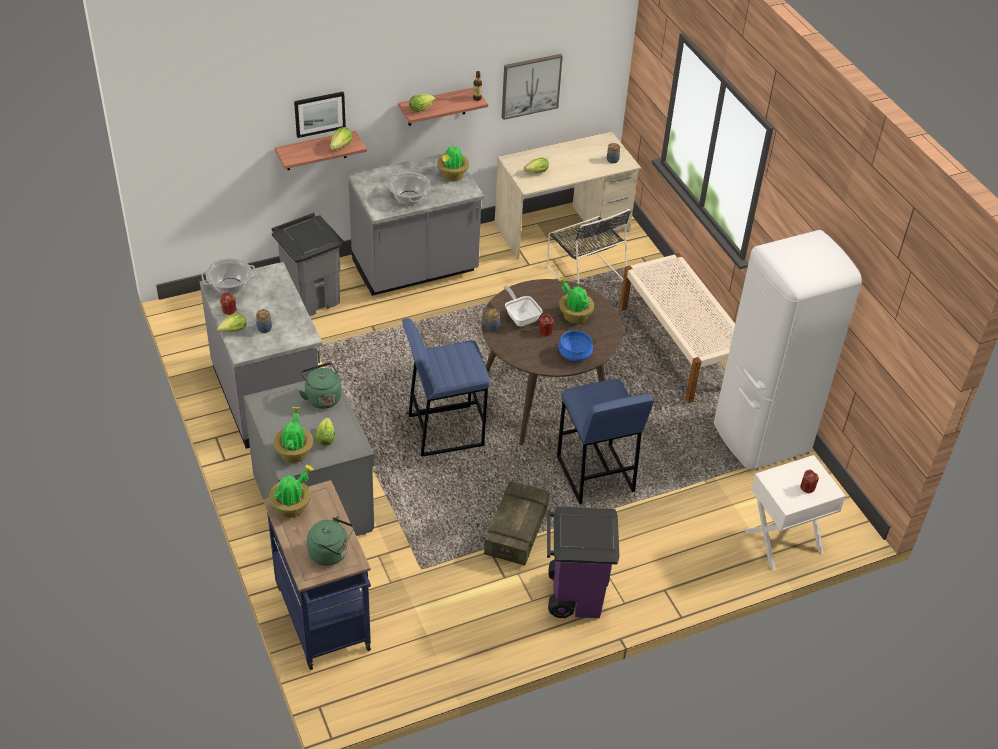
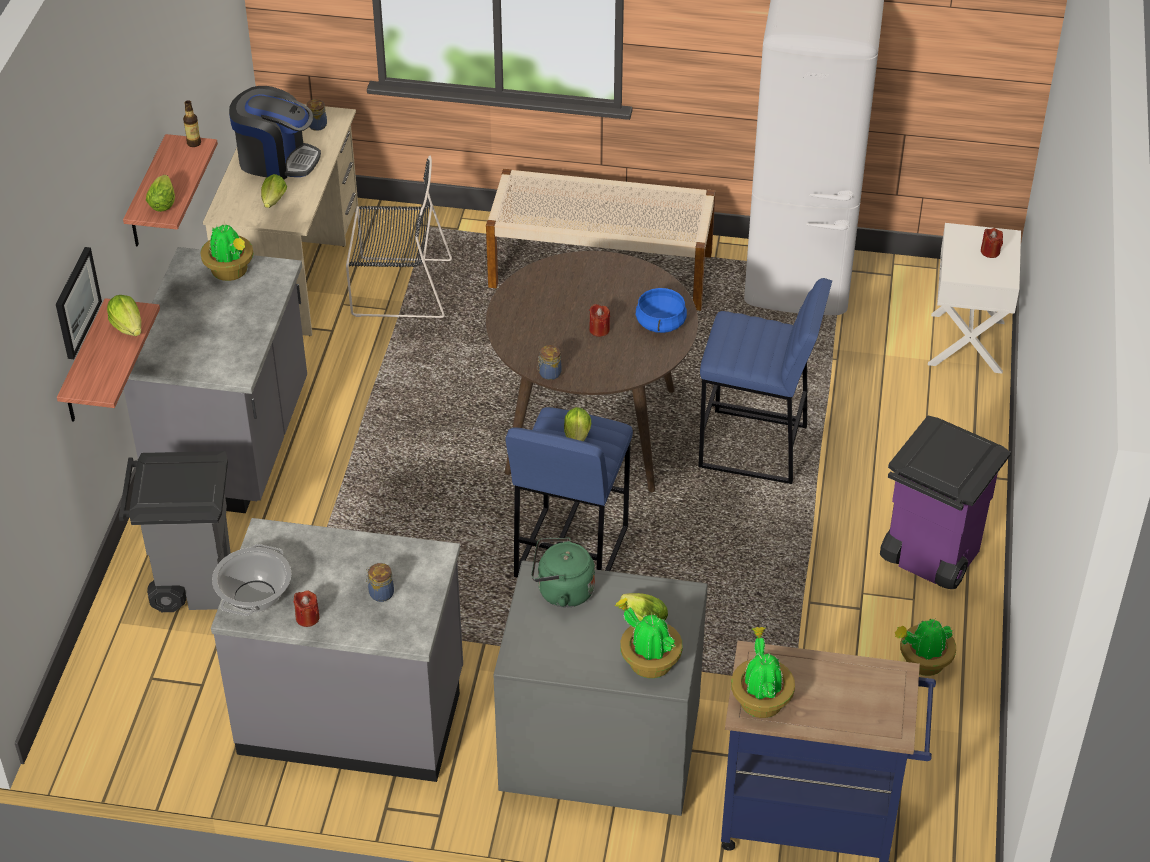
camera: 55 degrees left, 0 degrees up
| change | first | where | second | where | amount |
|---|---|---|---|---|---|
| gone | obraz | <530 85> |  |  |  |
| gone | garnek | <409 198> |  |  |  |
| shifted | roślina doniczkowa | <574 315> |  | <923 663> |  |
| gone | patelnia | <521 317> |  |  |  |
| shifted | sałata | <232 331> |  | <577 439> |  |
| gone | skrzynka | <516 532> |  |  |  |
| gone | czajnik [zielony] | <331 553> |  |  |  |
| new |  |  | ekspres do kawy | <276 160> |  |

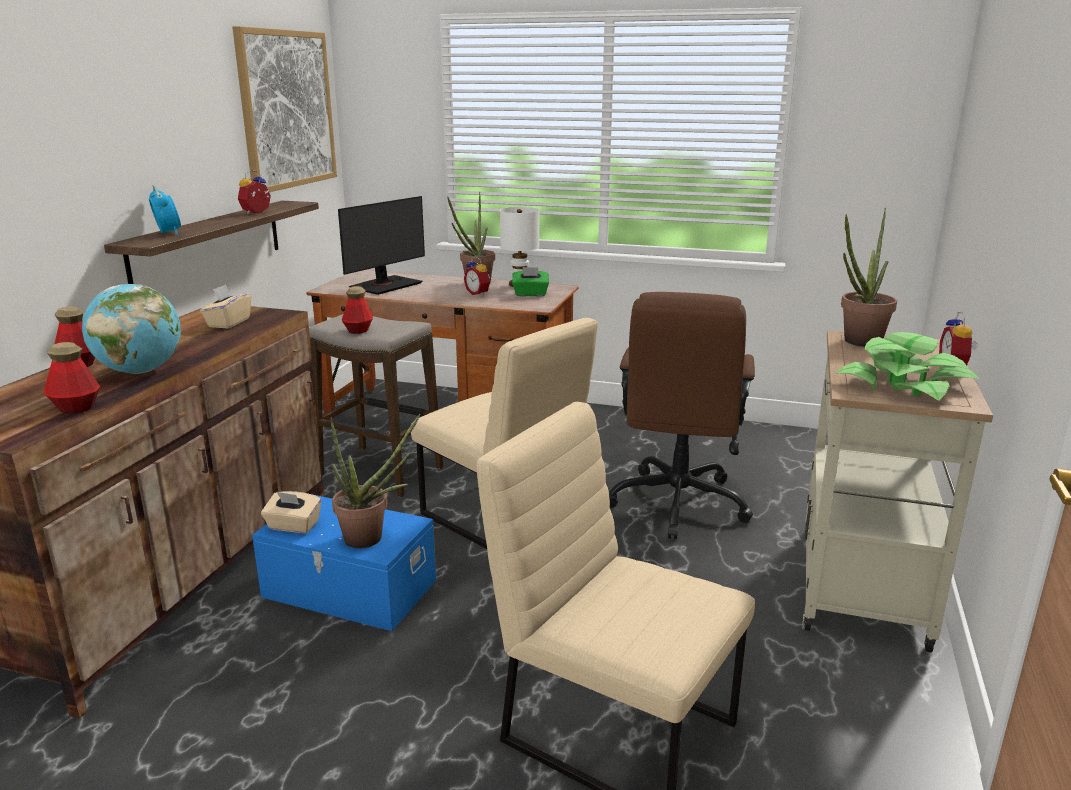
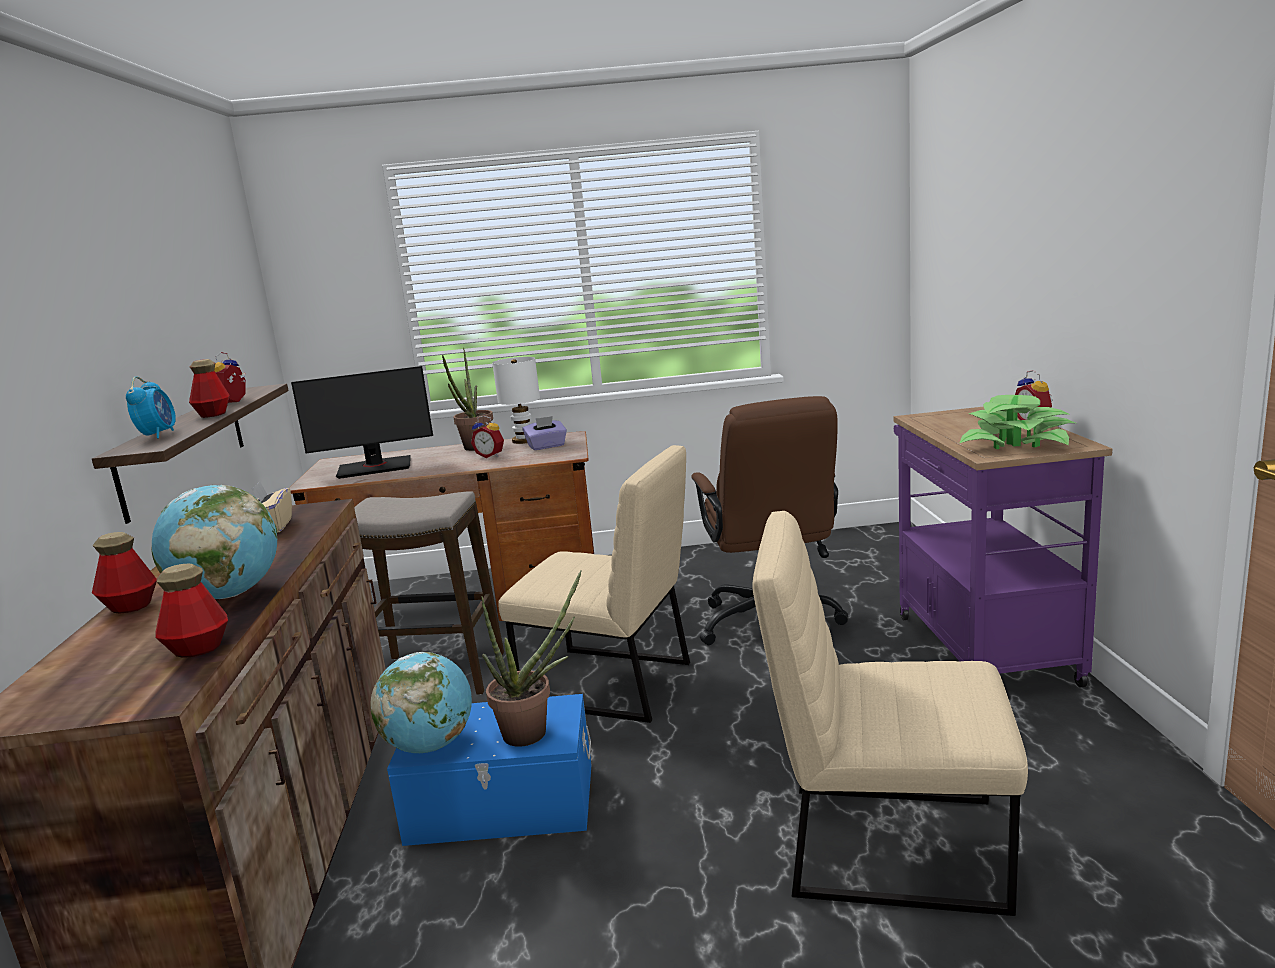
camera: 20 degrees left, 5 degrees down
| change | first | where | second | where | amount |
|---|---|---|---|---|---|
| gone | obraz | <287 109> |  |  |  |
| rotated | budzik | <168 233> |  | <158 435> | 45 degrees clockwise |
| rotated | monitor | <385 285> |  | <375 467> | 60 degrees clockwise |
| gone | roślina doniczkowa | <858 343> |  |  |  |
| repainted | pudełko chusteczek [zielony] | <530 294> | pudełko chusteczek [fioletowy] | <546 446> |  |
| shifted | butelka | <358 330> |  | <213 414> |  |
| repainted | wózek [beżowy] | <860 582> | wózek [fioletowy] | <981 647> |  |
| swapped | pudełko chusteczek [beżowy] | <293 526> | globus | <430 745> |  |

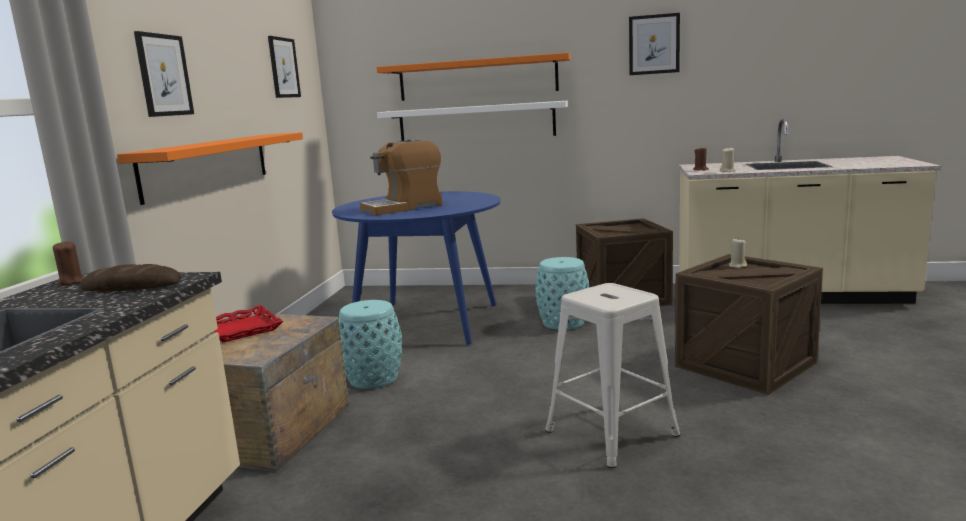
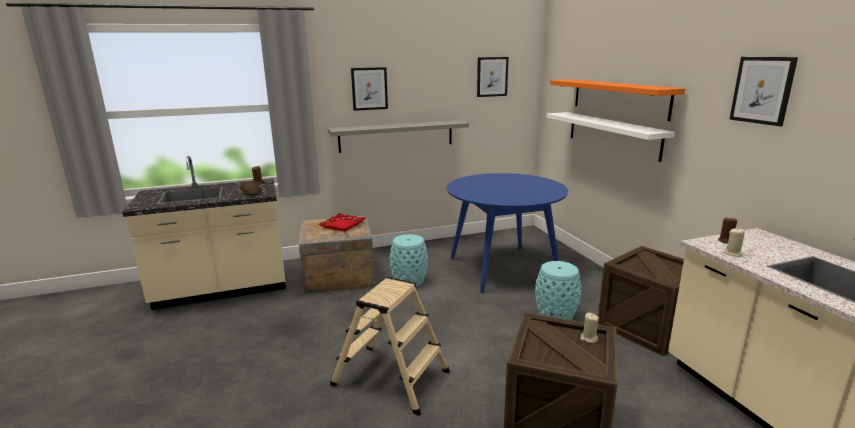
camera: 60 degrees right, 5 degrees up
| change | first | where | second | where | amount |
|---|---|---|---|---|---|
| repainted | półka [pomarańczowy] | <208 165> | półka [szary] | <396 136> |  |
| gone | ekspres do kawy | <403 207> |  |  |  |
| swapped | stołek [biały] | <611 433> | drabinka [beżowy] | <390 378> |  |

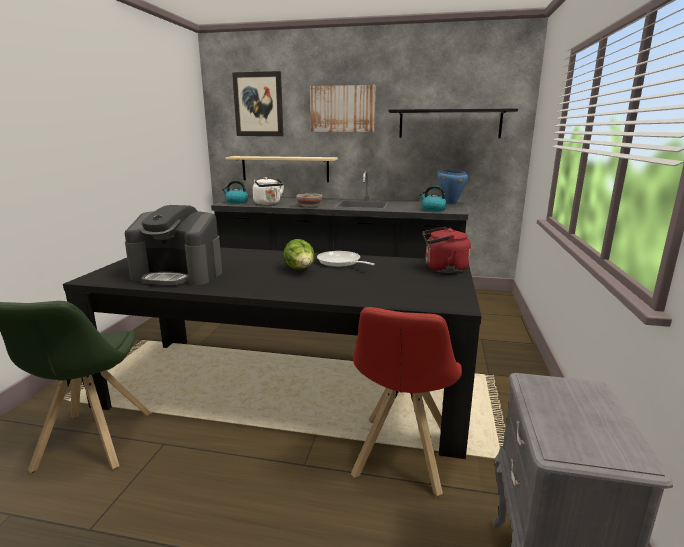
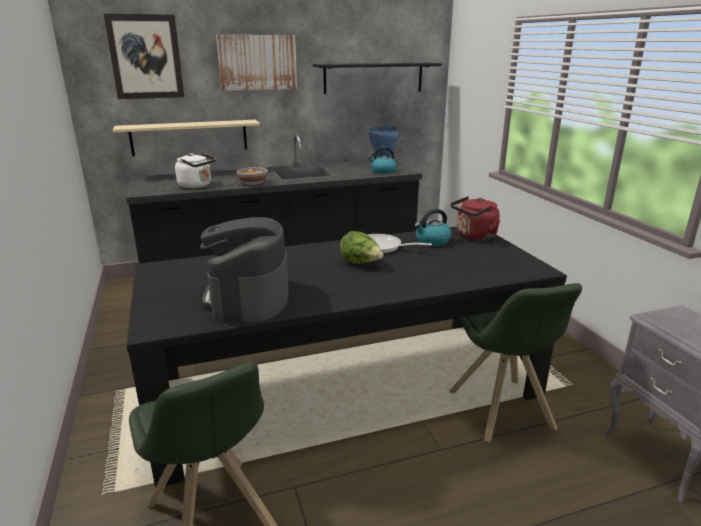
camera: 30 degrees left, 5 degrees up
| change | first | where | second | where | amount |
|---|---|---|---|---|---|
| shifted | czajnik | <236 202> |  | <432 241> |  |
| rotated | ekspres do kawy | <179 274> |  | <248 298> | 105 degrees clockwise |
| repainted | krzesło [czerwony] | <402 454> | krzesło [zielony] | <501 410> |  |

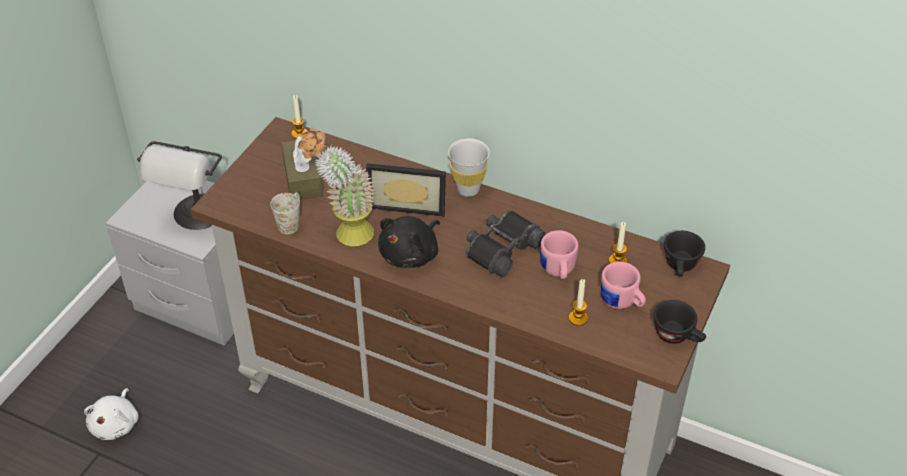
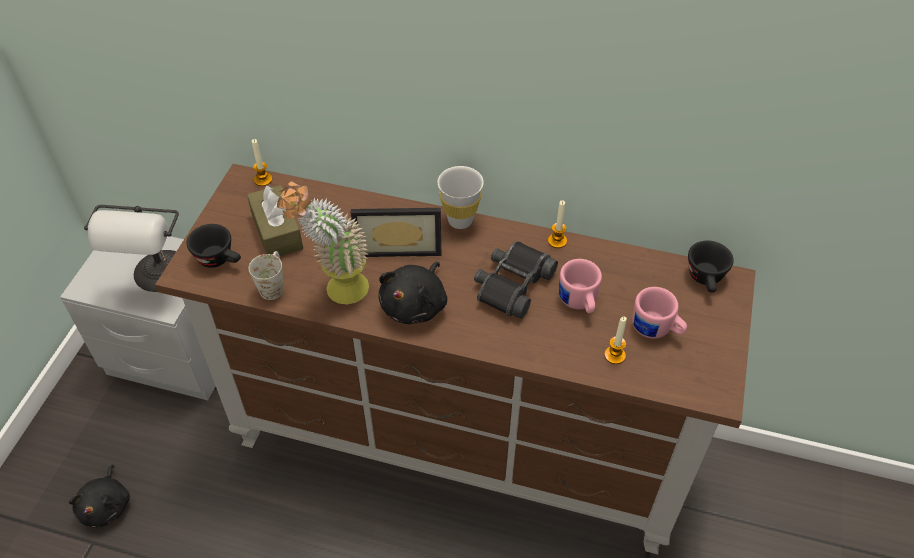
camera: 10 degrees left, 5 degrees up
| change | first | where | second | where | amount |
|---|---|---|---|---|---|
| shifted | świeca | <617 261> |  | <557 241> |  |
| shifted | filiżanka [czarny] | <678 336> |  | <220 259> |  |
| repainted | pluszak [biały] | <116 424> | pluszak [czarny] | <107 505> |  |

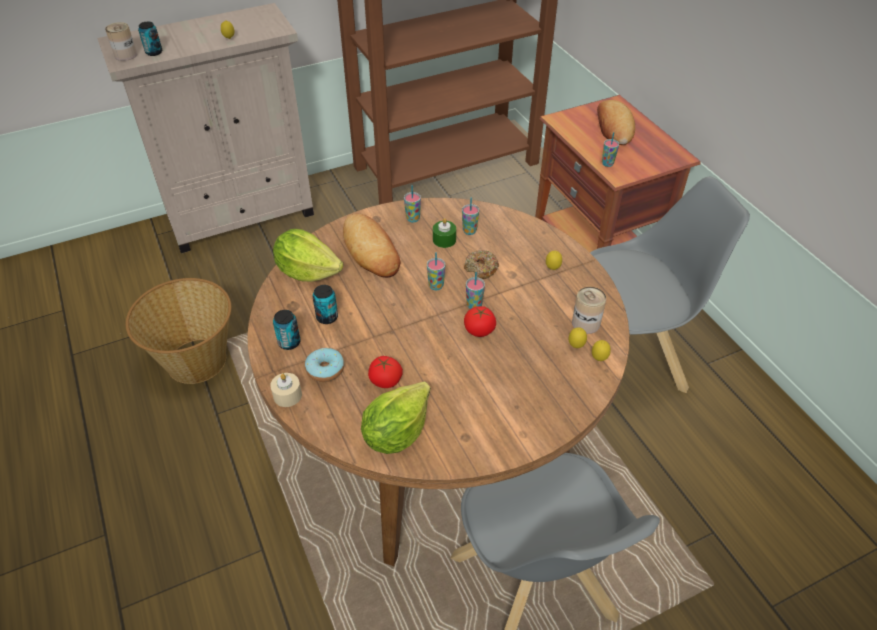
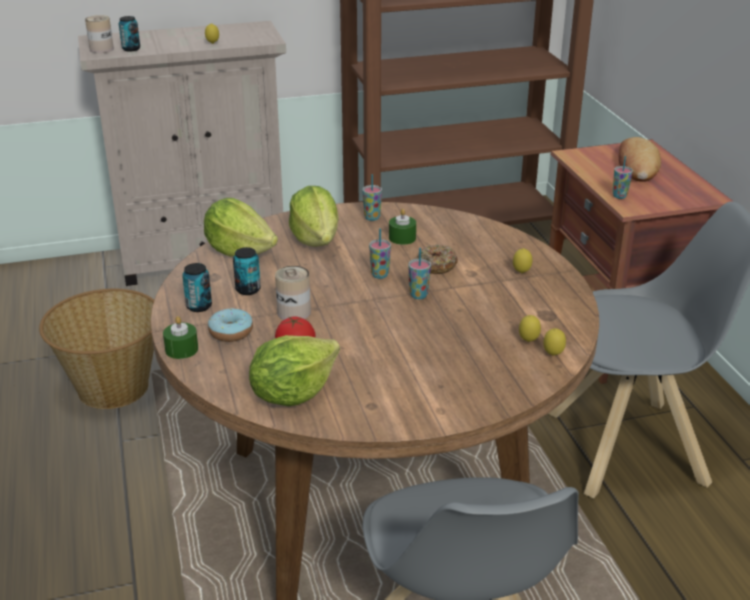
camera: 10 degrees right, 15 degrees down
| change | first | where | second | where | amount |
|---|---|---|---|---|---|
| gone | filiżanka | <469 231> |  |  |  |
| swapped | chleb | <371 250> | sałata | <316 239> |  |
| shifted | puszka | <586 323> |  | <294 312> |  |
| gone | pomidor | <479 330> |  |  |  |
| repainted | świeca [beżowy] | <287 395> | świeca [zielony] | <181 349> |  |

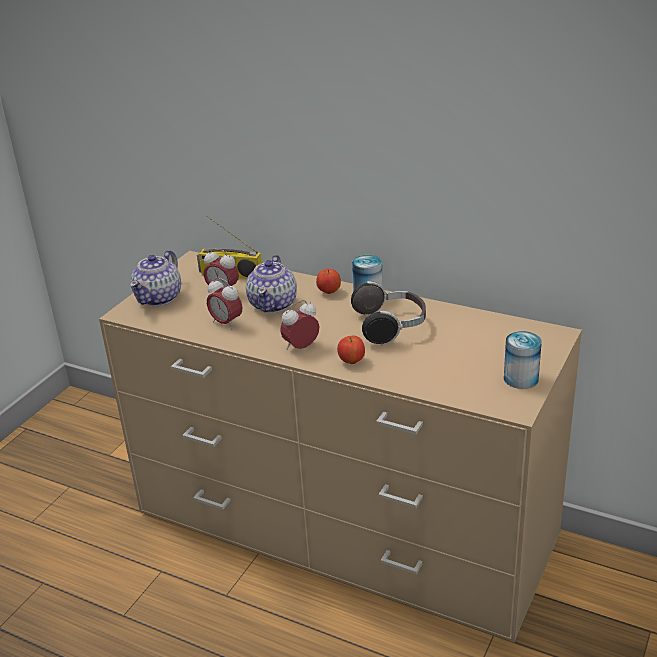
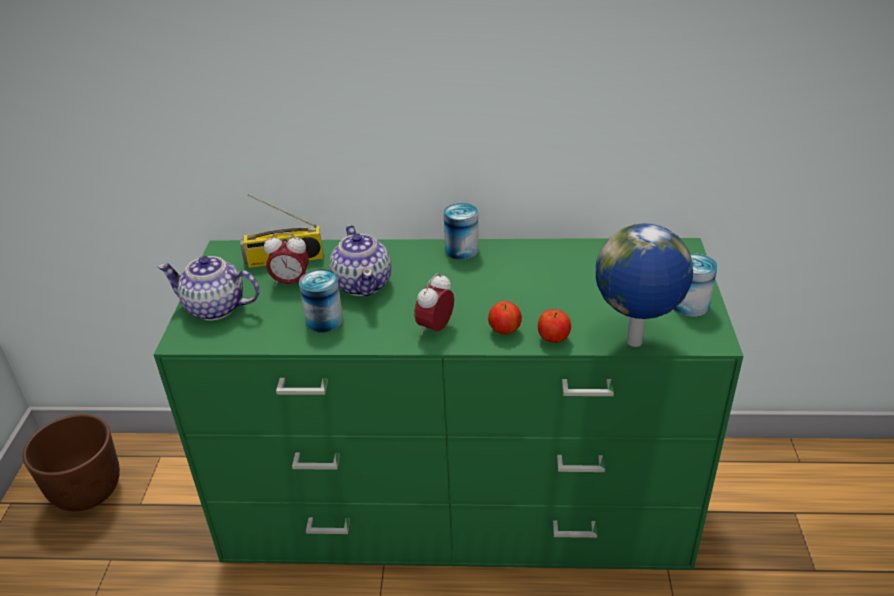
camera: 25 degrees left, 5 degrees up
| change | first | where | second | where | amount |
|---|---|---|---|---|---|
| rotated | imbryk | <159 298> |  | <216 308> | 105 degrees clockwise |
| repainted | komoda [beżowy] | <346 526> | komoda [zielony] | <459 501> |  |
| shifted | jabłko | <329 292> |  | <553 339> |  |
| swapped | budzik | <226 323> | puszka | <324 320> |  |
| gone | słuchawki | <390 326> |  |  |  |
| new |  |  | globus | <635 343> |  |
| new |  |  | donica [brązowy] | <88 491> |  |

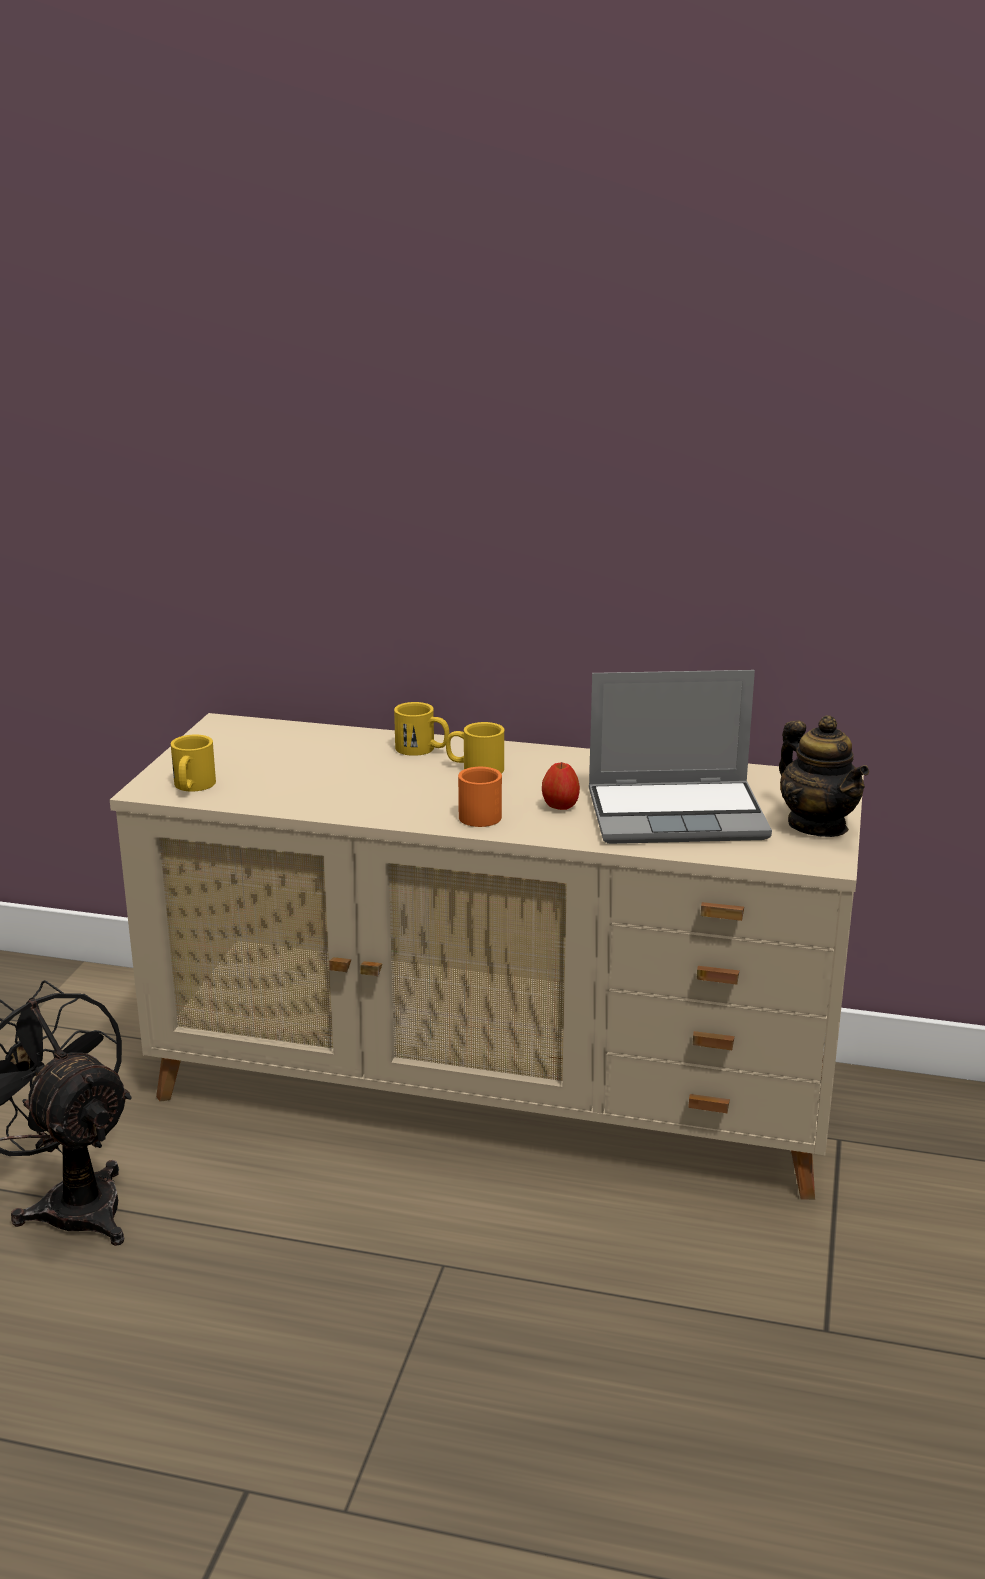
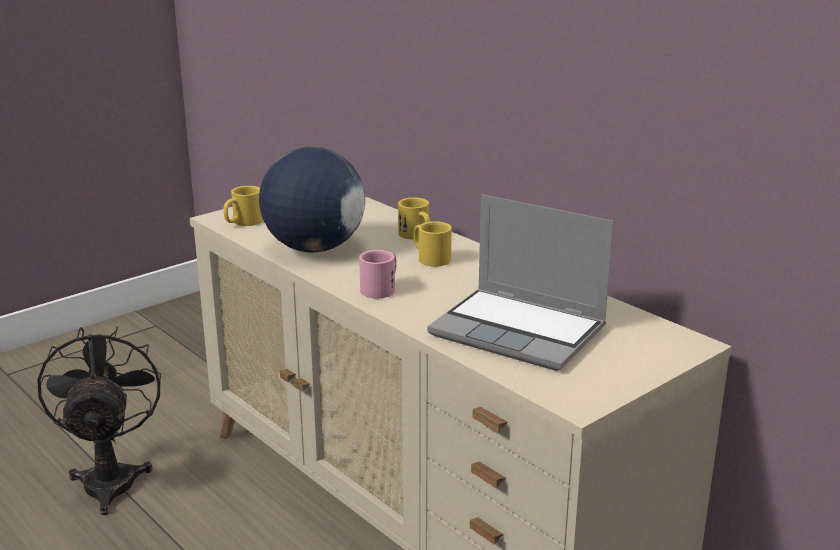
camera: 35 degrees right, 0 degrees up
| change | first | where | second | where | amount |
|---|---|---|---|---|---|
| gone | imbryk | <817 826> |  |  |  |
| gone | jabłko | <560 807> |  |  |  |
| repainted | kubek [pomarańczowy] | <479 813> | kubek [różowy] | <381 288> |  |
| new |  |  | globus | <314 248> |  |

